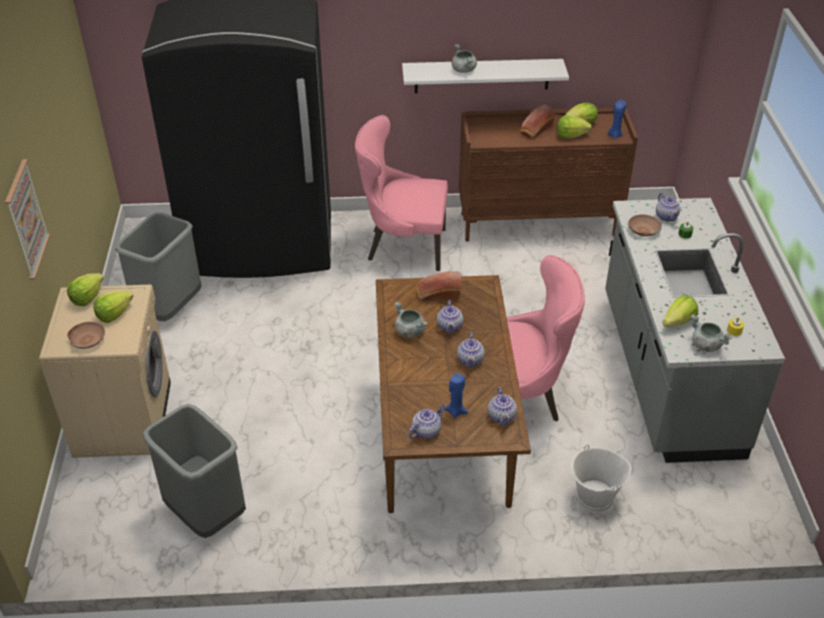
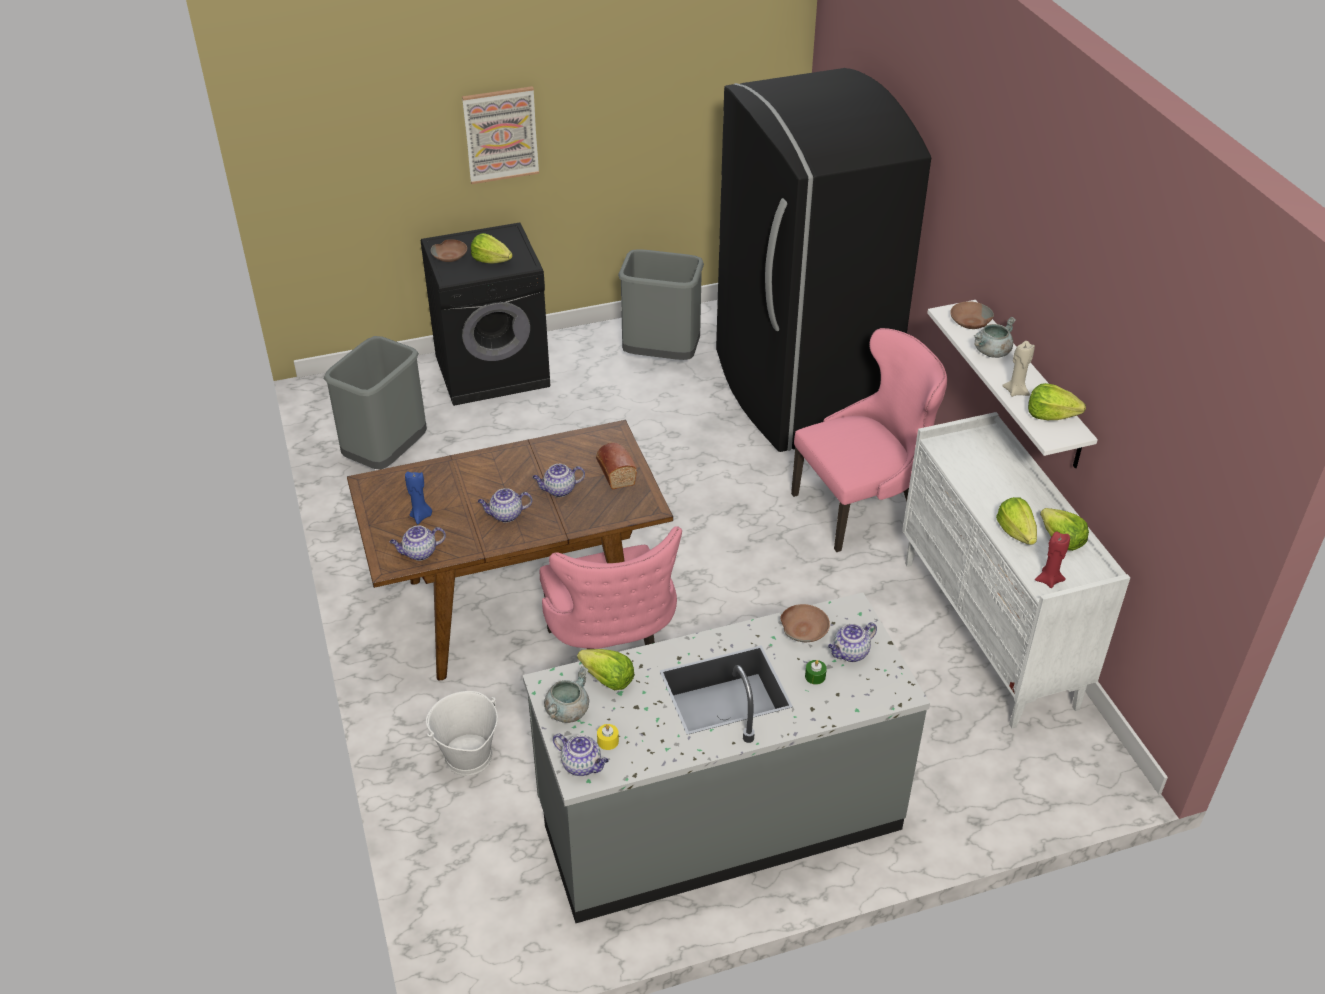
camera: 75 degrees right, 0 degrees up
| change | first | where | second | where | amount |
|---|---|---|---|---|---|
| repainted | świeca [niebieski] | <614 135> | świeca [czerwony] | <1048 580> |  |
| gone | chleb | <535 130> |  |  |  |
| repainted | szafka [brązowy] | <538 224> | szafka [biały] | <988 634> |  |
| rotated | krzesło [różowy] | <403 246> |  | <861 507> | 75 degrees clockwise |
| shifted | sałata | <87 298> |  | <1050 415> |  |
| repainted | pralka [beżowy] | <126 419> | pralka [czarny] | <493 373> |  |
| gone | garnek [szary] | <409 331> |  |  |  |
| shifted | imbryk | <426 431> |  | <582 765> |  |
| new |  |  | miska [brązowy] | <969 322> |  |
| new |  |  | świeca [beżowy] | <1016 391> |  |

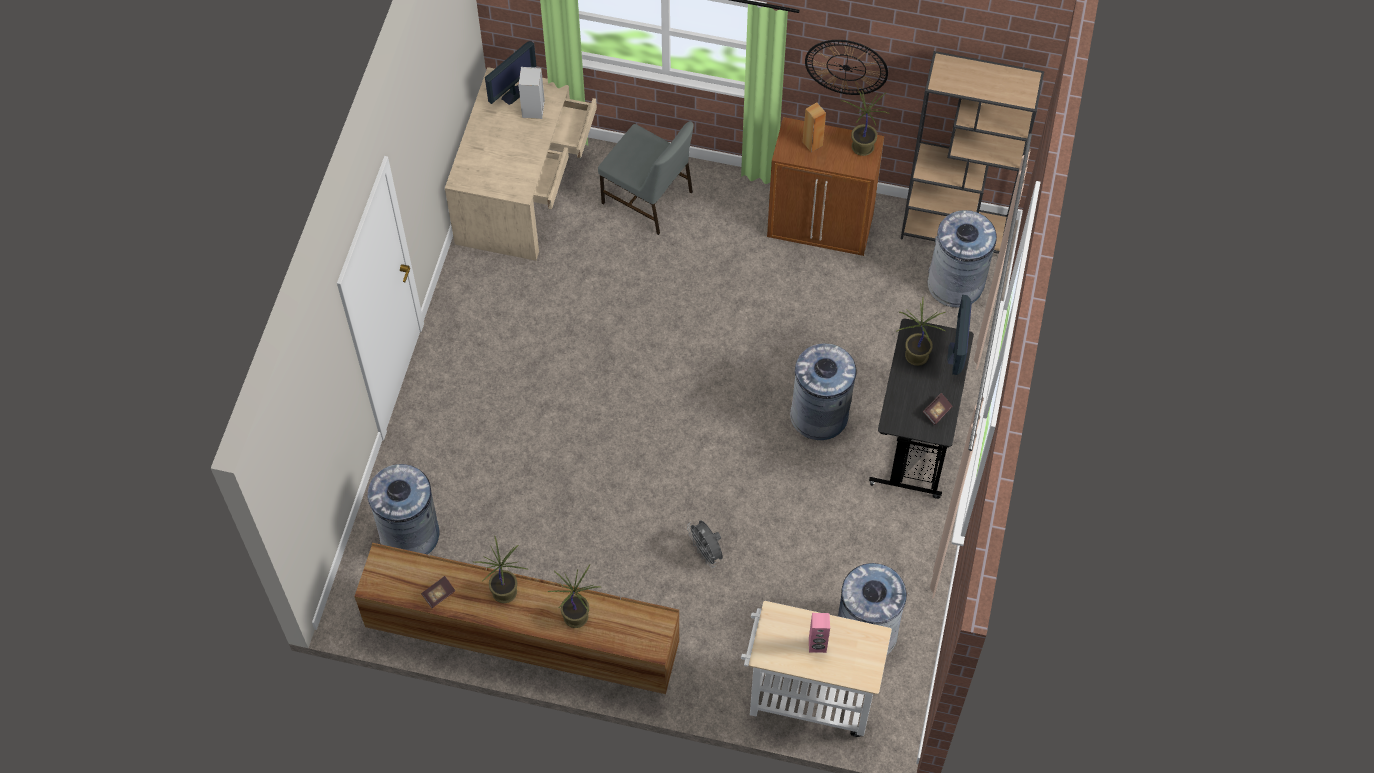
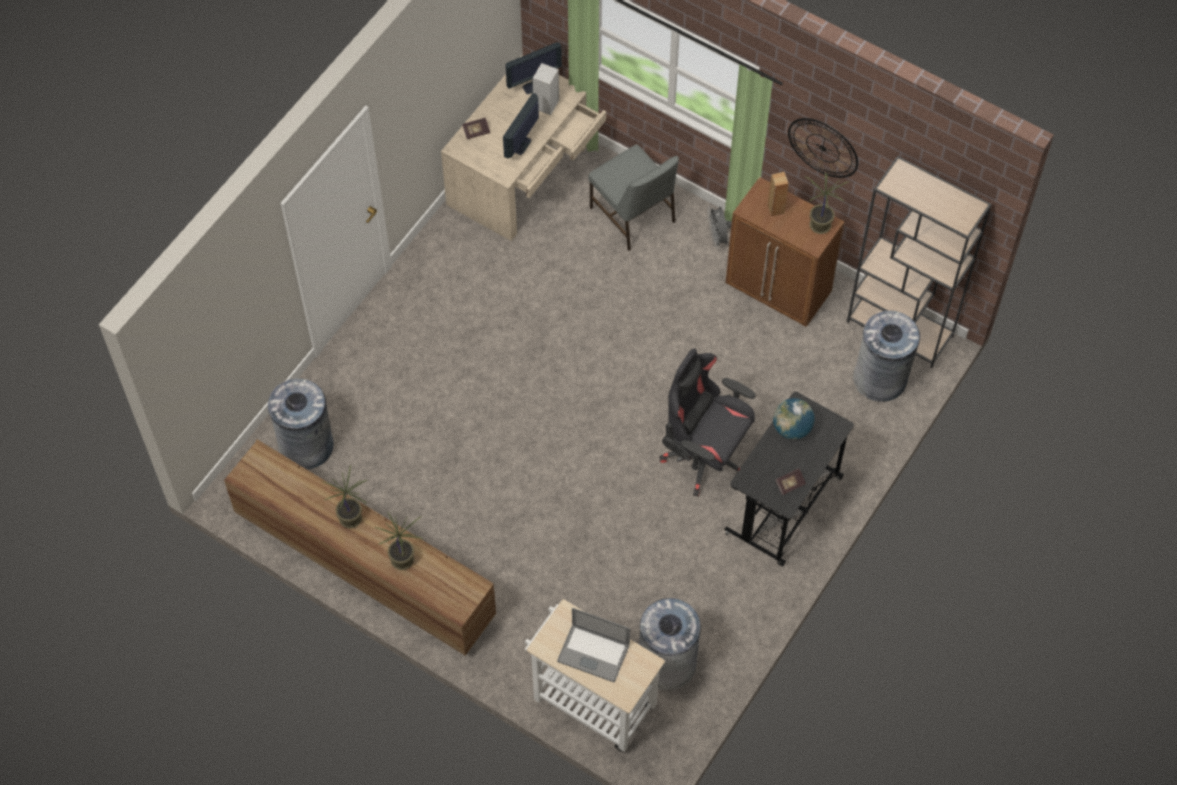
camera: 20 degrees right, 0 degrees up
| change | first | where | second | where | amount |
|---|---|---|---|---|---|
| shifted | monitor | <955 354> |  | <521 145> |  |
| swapped | roślina doniczkowa | <915 356> | globus | <792 428> |  |
| swapped | kosz na śmieci [szary] | <819 415> | krzesło biurowe [czarny] | <706 457> |  |
| shifted | wentylator [szary] | <706 552> |  | <718 238> |  |
| shifted | książka | <439 594> |  | <476 131> |  |
| swapped | głośnik [różowy] | <817 645> | laptop | <593 653> |  |

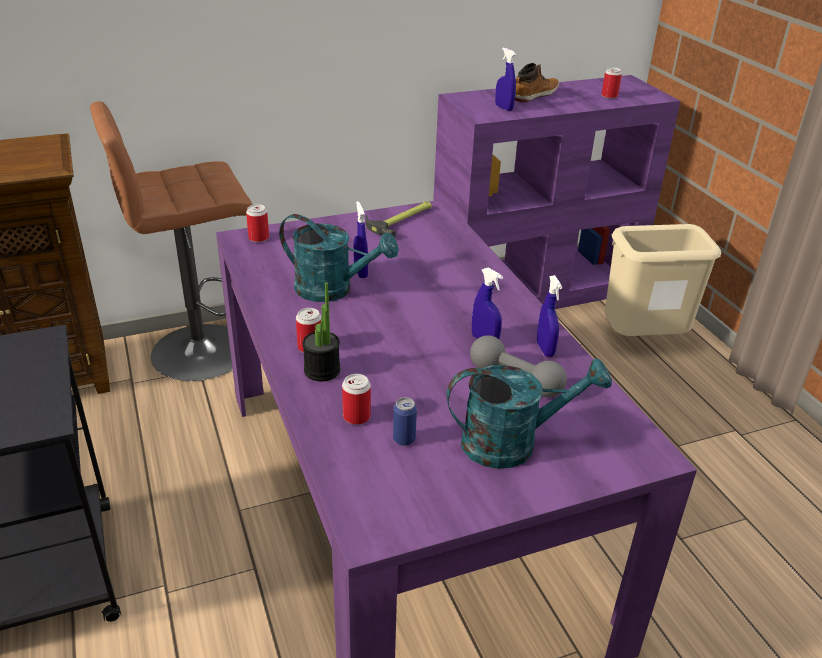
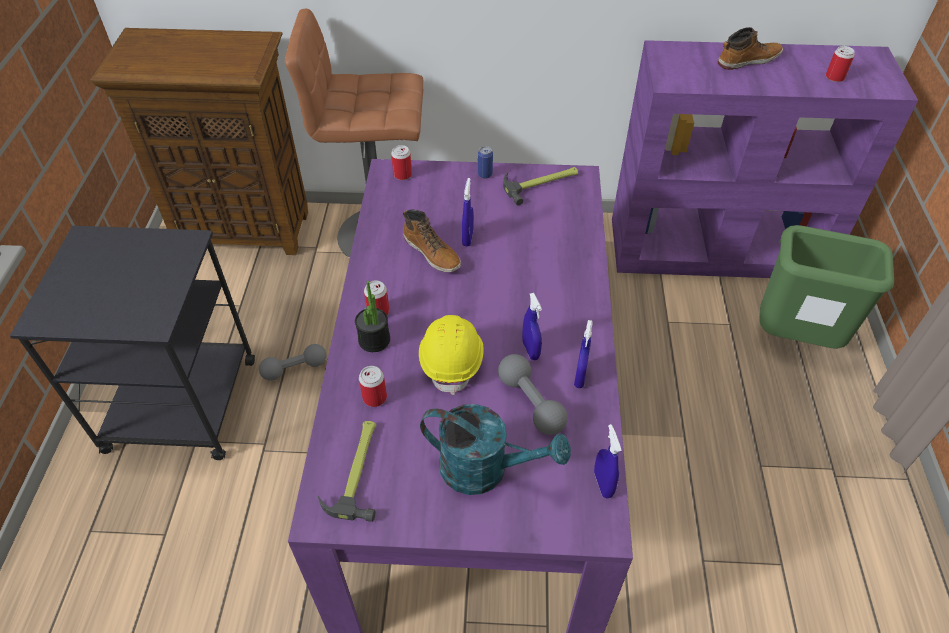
camera: 25 degrees right, 15 degrees up
| change | first | where | second | where | amount |
|---|---|---|---|---|---|
| shifted | spryskiwacz [niebieski] | <504 108> |  | <603 484> |  |
| swapped | konewka [turkusowy] | <333 290> | but z cholewką | <432 253> |  |
| repainted | kosz na śmieci [beżowy] | <642 341> | kosz na śmieci [zielony] | <795 339> |  |
| shifted | puszka | <404 439> |  | <485 174> |  |
| new |  |  | kask [żółty] | <452 360> |  |
| new |  |  | hantel [szary] | <295 368> |  |
| new |  |  | młotek | <358 470> |  |

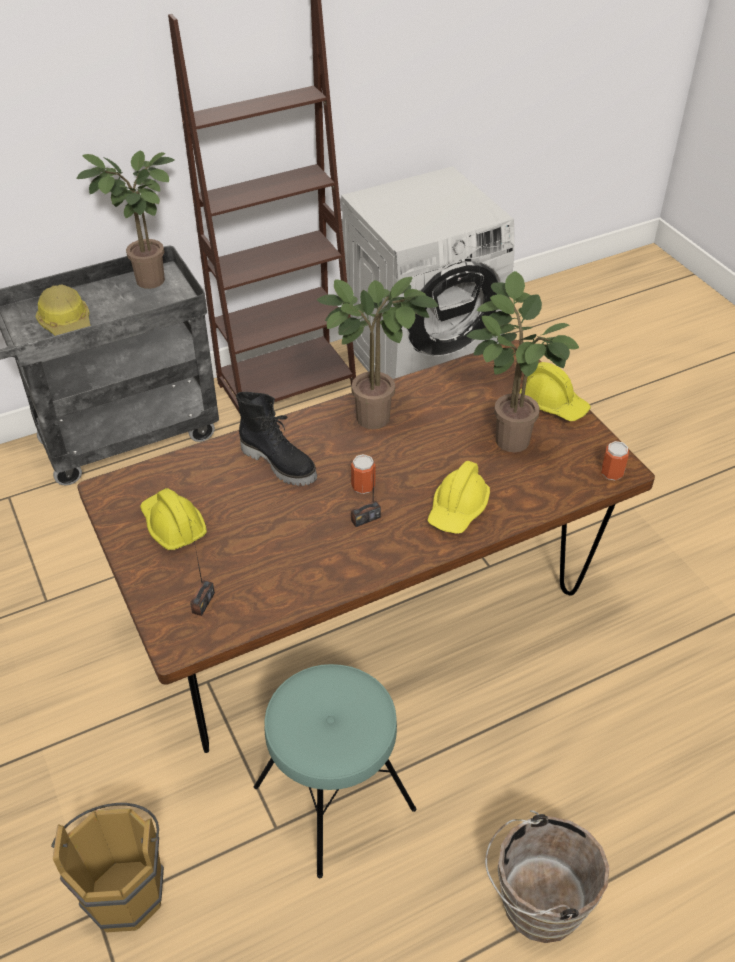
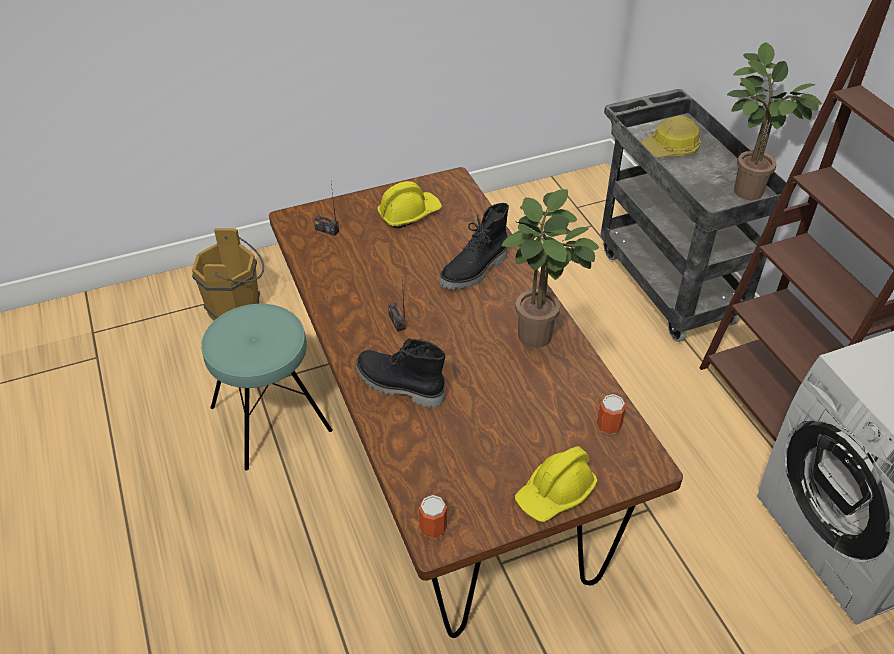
camera: 95 degrees right, 0 degrees up
| change | first | where | second | where | amount |
|---|---|---|---|---|---|
| gone | roślina doniczkowa | <505 439> |  |  |  |
| shifted | puszka | <363 486> |  | <608 426> |  |
| swapped | kask [żółty] | <458 509> | but z cholewką [czarny] | <398 386> |  |
| gone | wiadro [brązowy] | <534 903> |  |  |  |

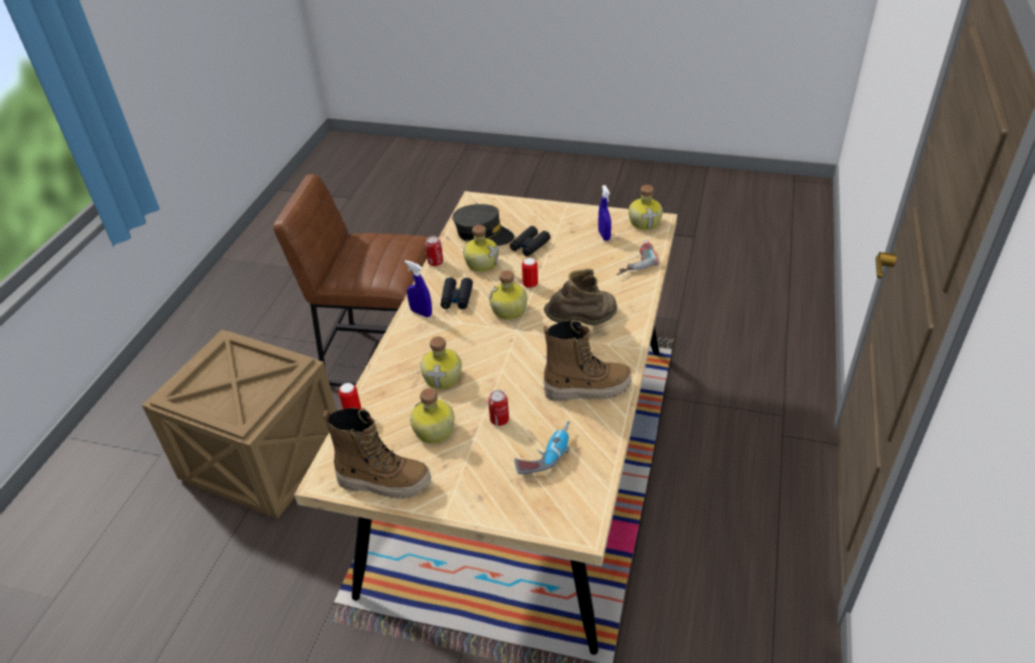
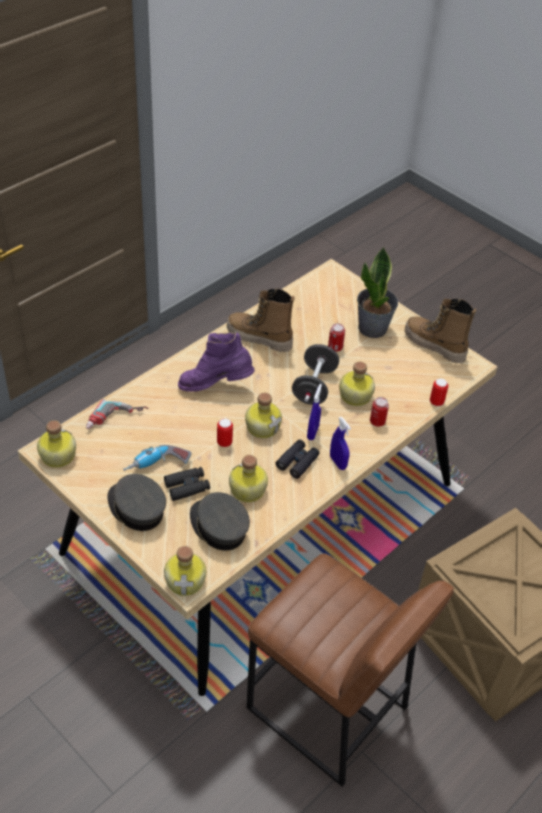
camera: 155 degrees left, 5 degrees up
| change | first | where | second | where | amount |
|---|---|---|---|---|---|
| shifted | spryskiwacz [niebieski] | <604 235> |  | <312 432> |  |
| shifted | puszka | <435 262> |  | <377 421> |  |
| repainted | but z cholewką [brązowy] | <583 323> | but z cholewką [fioletowy] | <215 386> |  |
| shifted | butelka | <433 431> |  | <186 580> |  |
| shifted | wiertarka | <545 454> |  | <157 466> |  |
| new |  |  | roślina doniczkowa | <373 328> |  |
| new |  |  | hantel [czarny] | <314 386> |  |
| new |  |  | czapka z daszkiem [szary] | <136 509> |  |

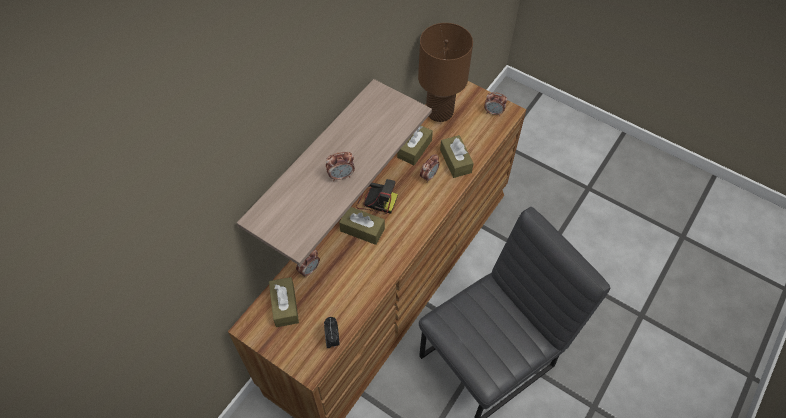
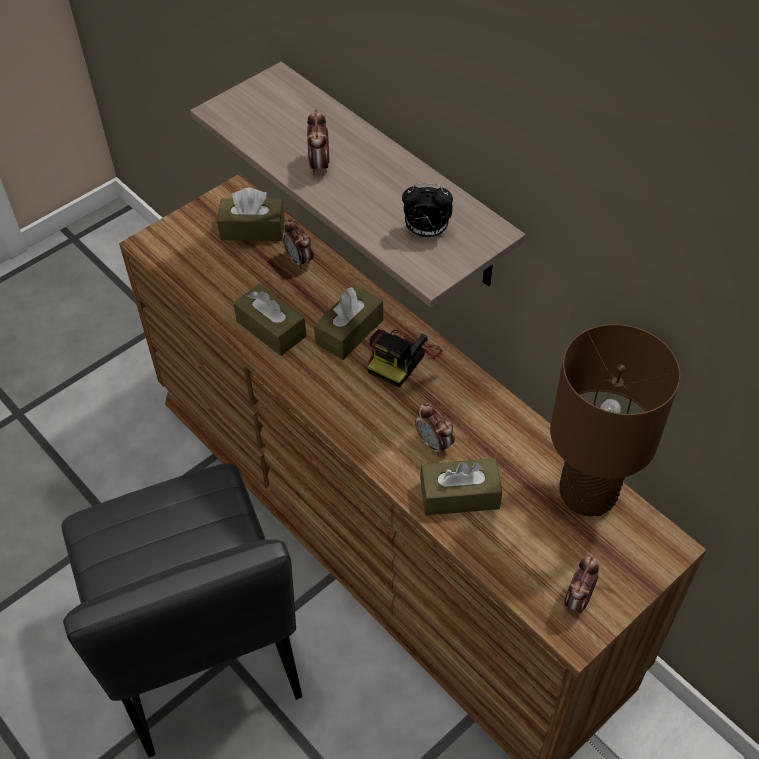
camera: 105 degrees right, 5 degrees down
| change | first | where | second | where | amount |
|---|---|---|---|---|---|
| shifted | pudełko chusteczek [brązowy] | <414 149> |  | <271 329> |  |
| shifted | budzik | <332 339> |  | <426 232> |  |

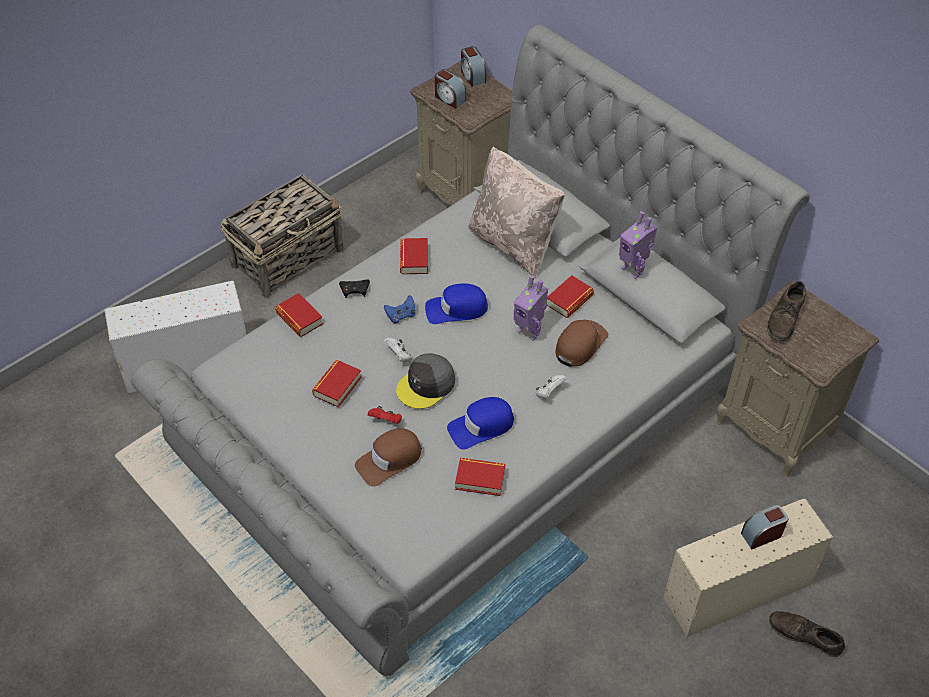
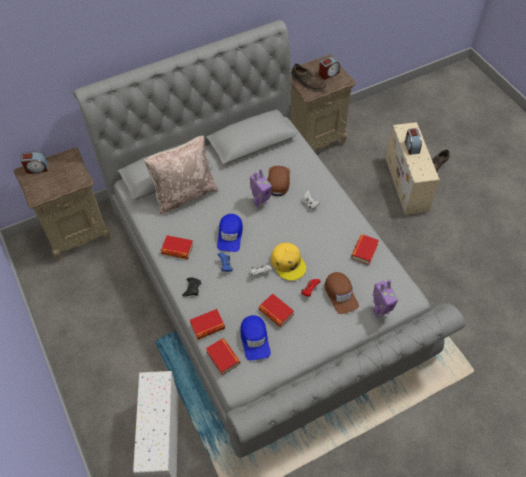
camera: 75 degrees left, 5 degrees up
| change | first | where | second | where | amount |
|---|---|---|---|---|---|
| shifted | budzik | <449 98> |  | <328 73> |  |
| gone | koszyk | <289 257> |  |  |  |
| shifted | robot zabawkowy | <633 269> |  | <380 311> |  |
| shifted | książka | <569 300> |  | <223 357> |  |
| rotated | czapka z daszkiem [brązowy] | <580 344> |  | <278 181> | 45 degrees clockwise |
| repainted | czapka z daszkiem [szary] | <426 385> | czapka z daszkiem [żółty] | <288 263> |  |
| shifted | czapka z daszkiem [niebieski] | <481 426> |  | <255 339> |  |

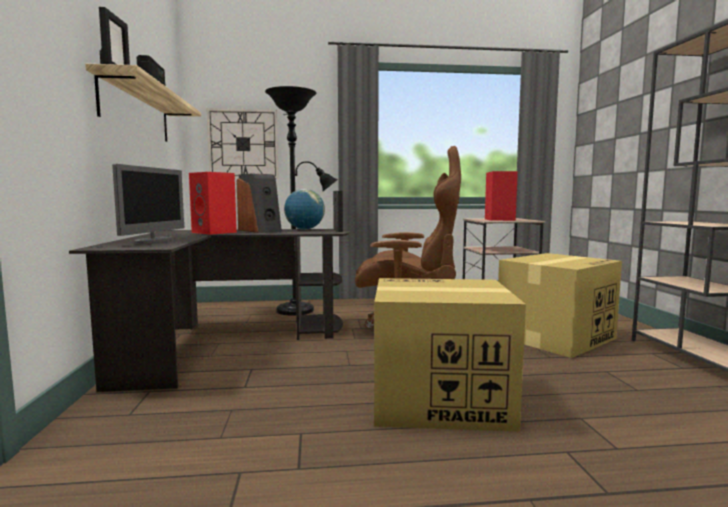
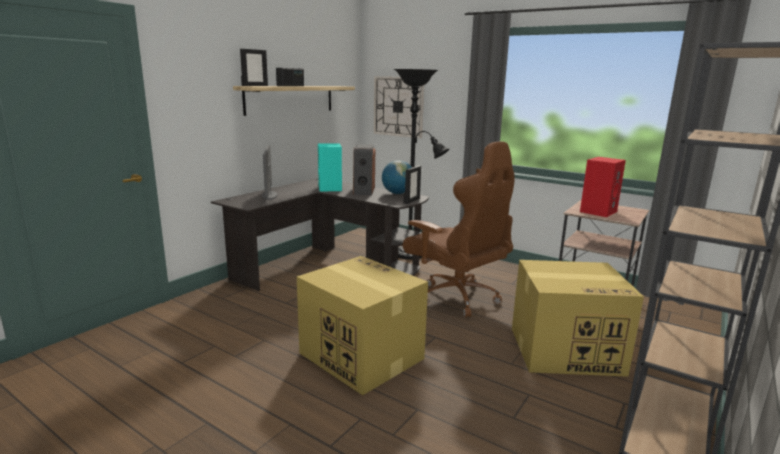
camera: 40 degrees right, 10 degrees up
| change | first | where | second | where | amount |
|---|---|---|---|---|---|
| rotated | monitor | <154 240> |  | <269 196> | 120 degrees clockwise |
| repainted | głośnik [czerwony] | <215 232> | głośnik [turkusowy] | <330 188> |  |

